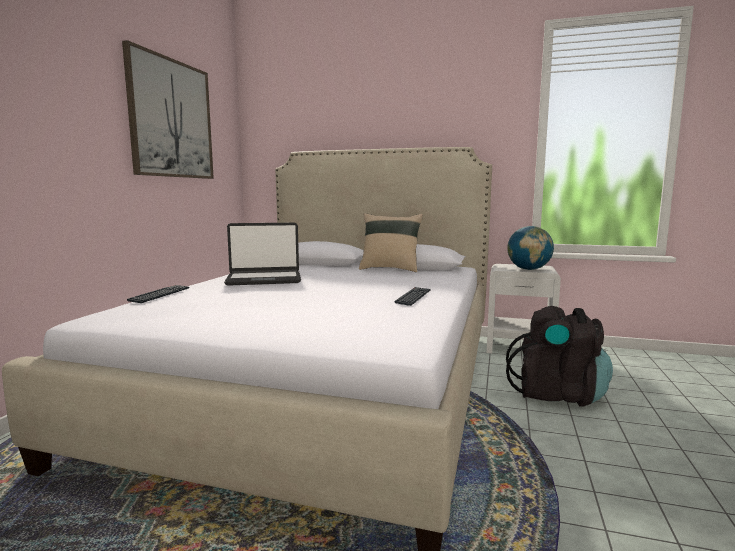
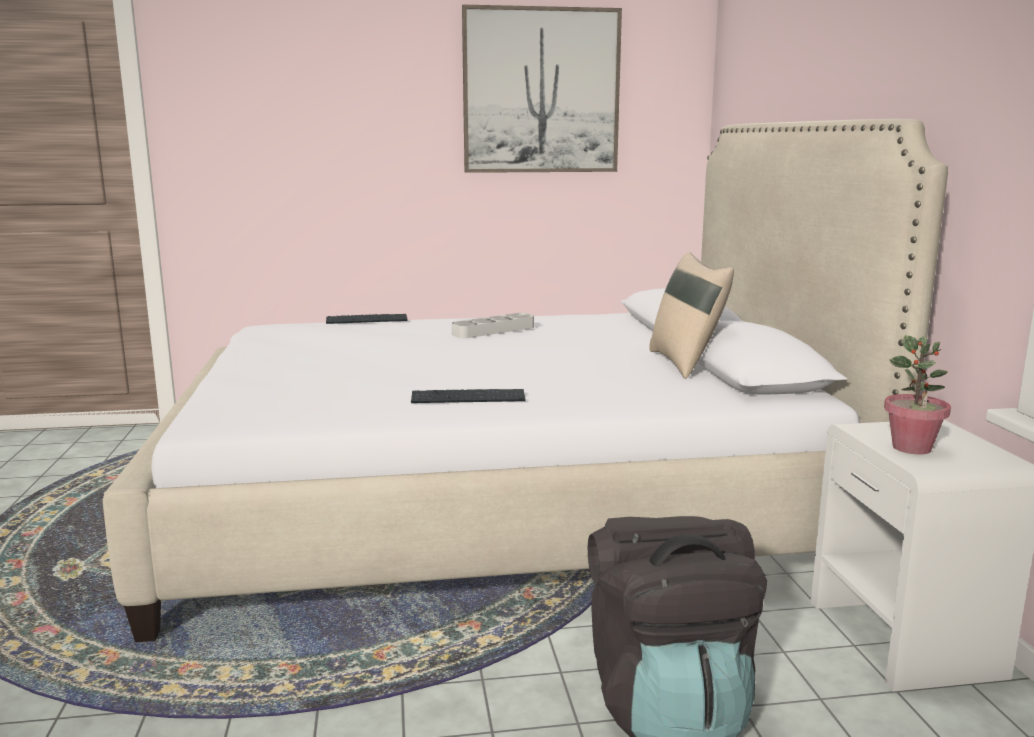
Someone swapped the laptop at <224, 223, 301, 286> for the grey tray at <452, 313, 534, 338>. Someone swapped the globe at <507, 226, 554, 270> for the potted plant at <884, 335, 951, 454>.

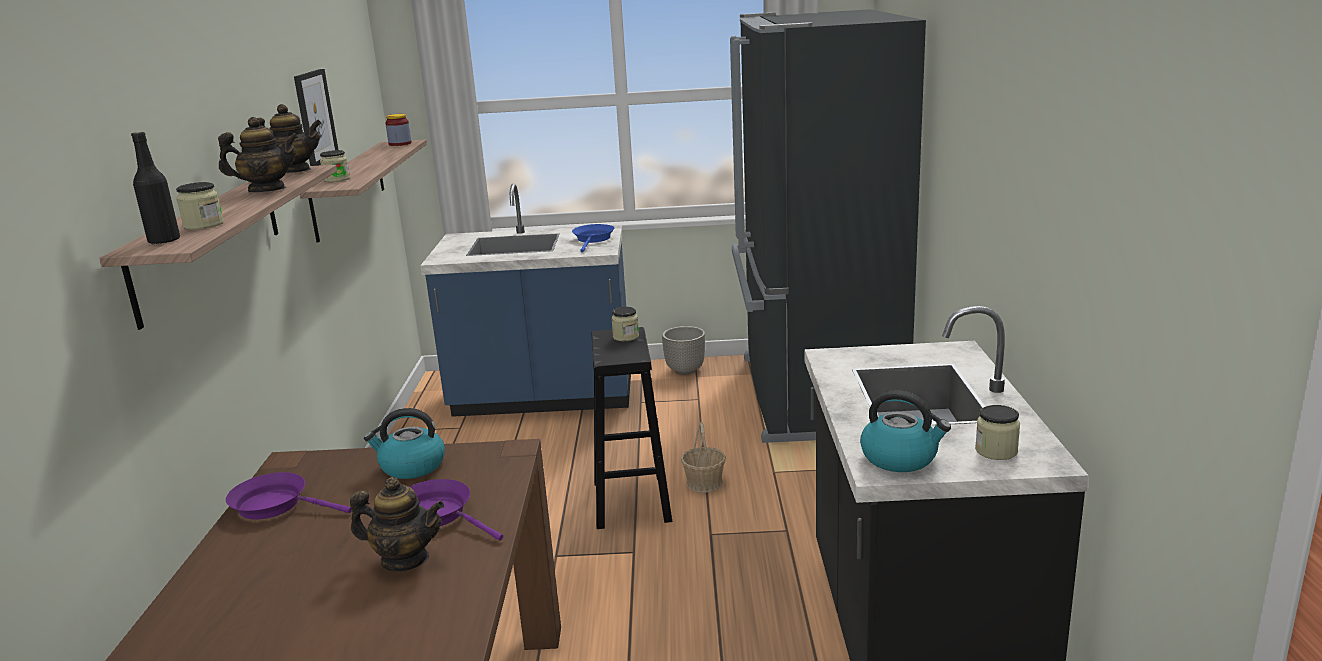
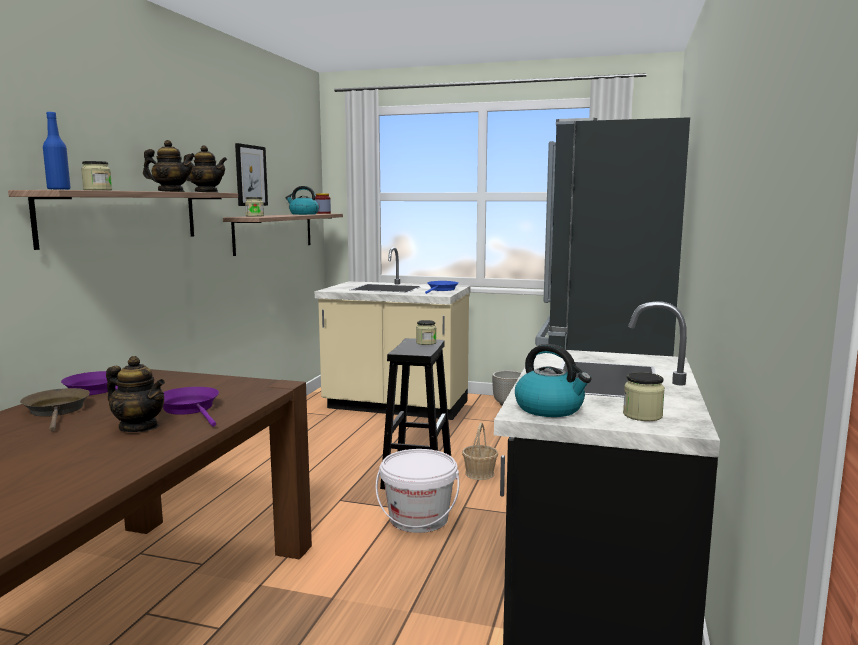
Someone put down the brown frying pan at <20, 388, 90, 432>. Someone put down the white bucket at <376, 449, 459, 533>. Someone carried the kettle from <364, 408, 445, 479> to <285, 186, 319, 215>. Someone repainted the black bottle at <131, 132, 180, 244>, which became the blue bottle at <43, 112, 71, 190>. Someone repainted the blue counter at <420, 184, 631, 417>, which became the beige counter at <315, 247, 470, 420>.

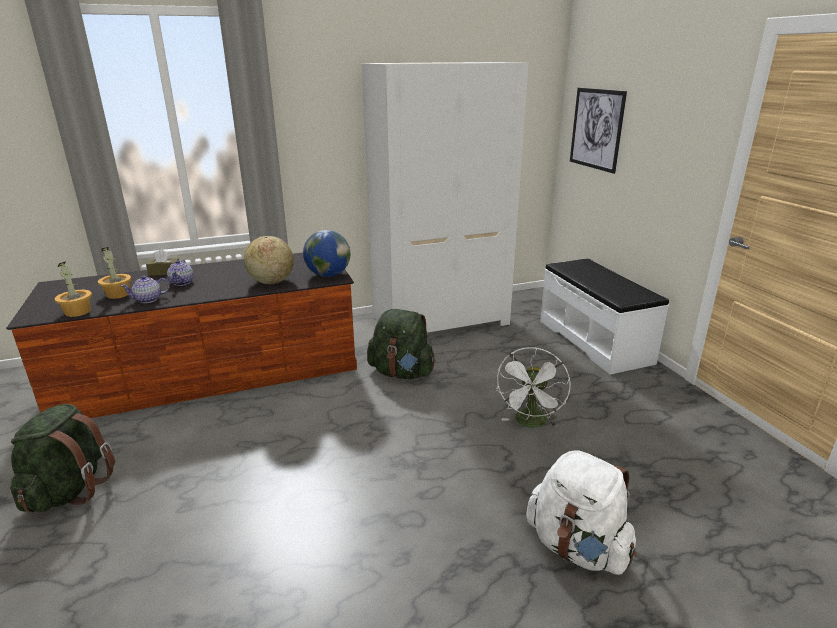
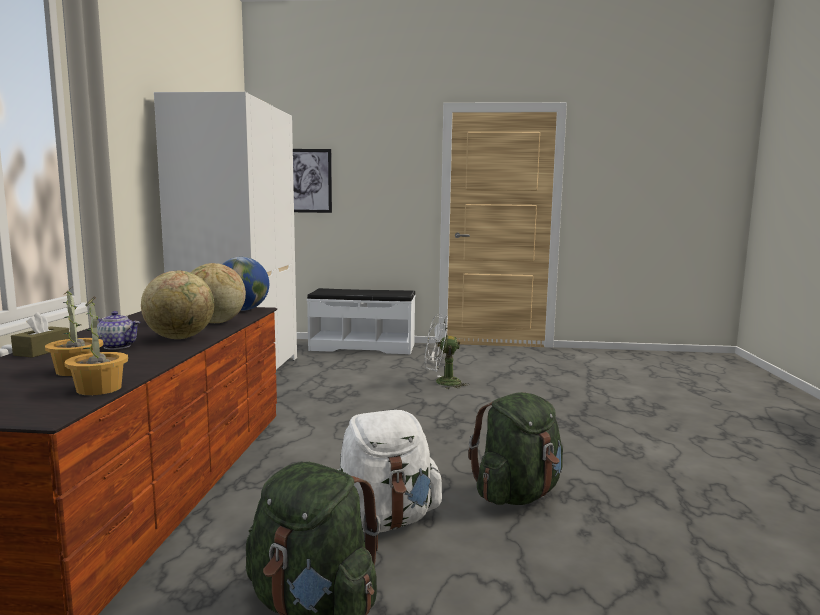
Someone took away the teapot at <121, 276, 169, 303>. Someone put down the globe at <141, 271, 214, 339>. Someone carried the green backpack from <367, 309, 435, 379> to <469, 392, 563, 505>. Someone carried the white backpack from <526, 450, 637, 575> to <338, 410, 442, 533>. Someone rotated the white fan at <496, 347, 571, 428> by 135 degrees clockwise.

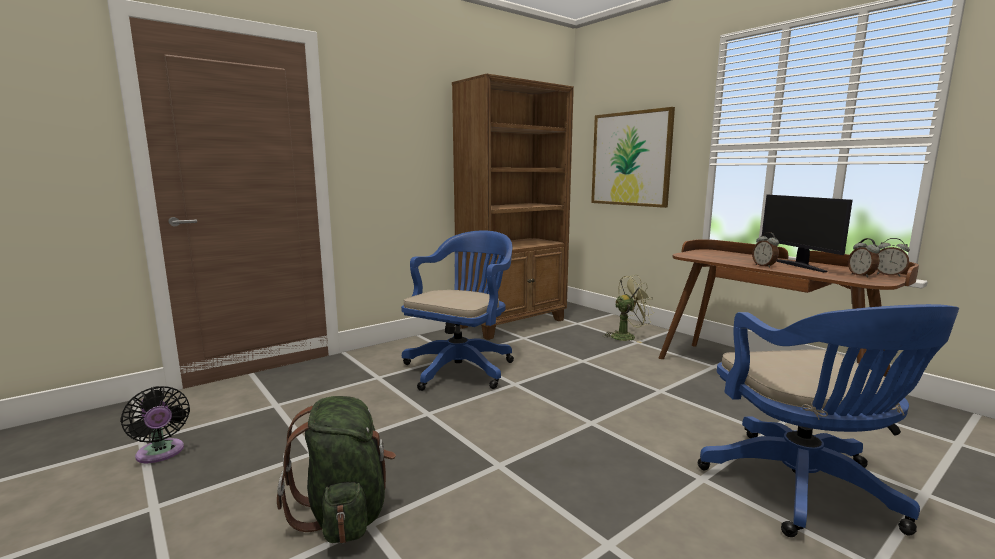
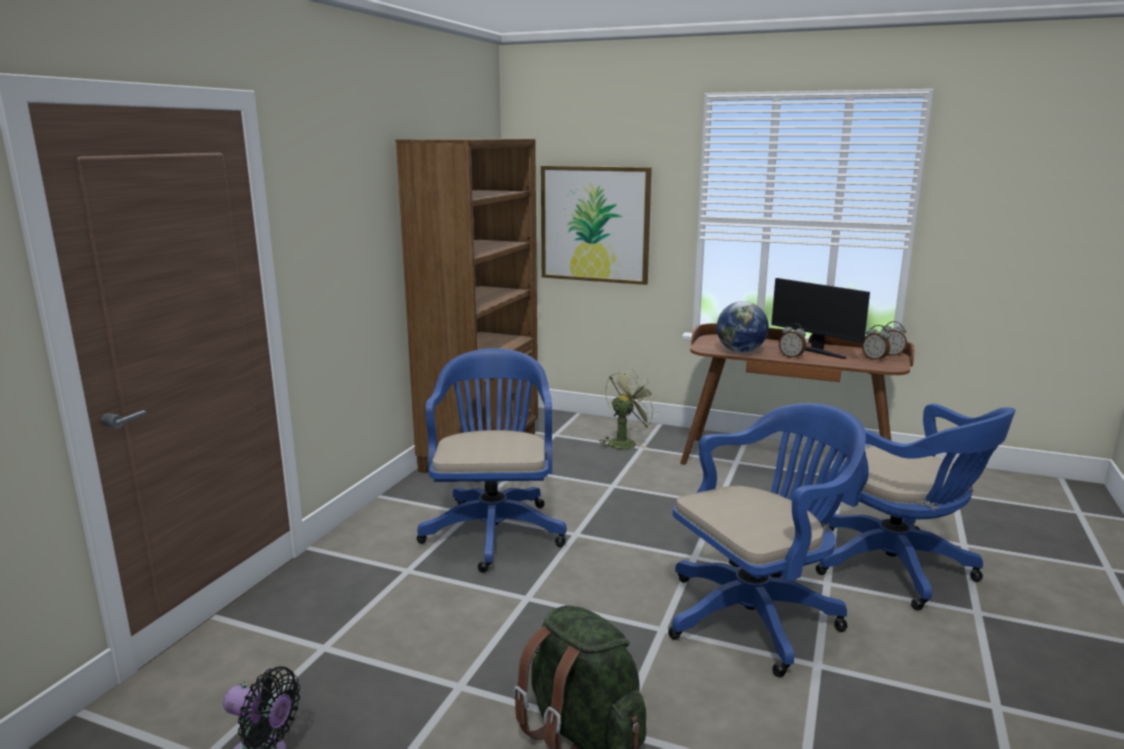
Someone put down the blue office chair at <668, 403, 866, 677>. Someone put down the globe at <717, 301, 769, 353>.

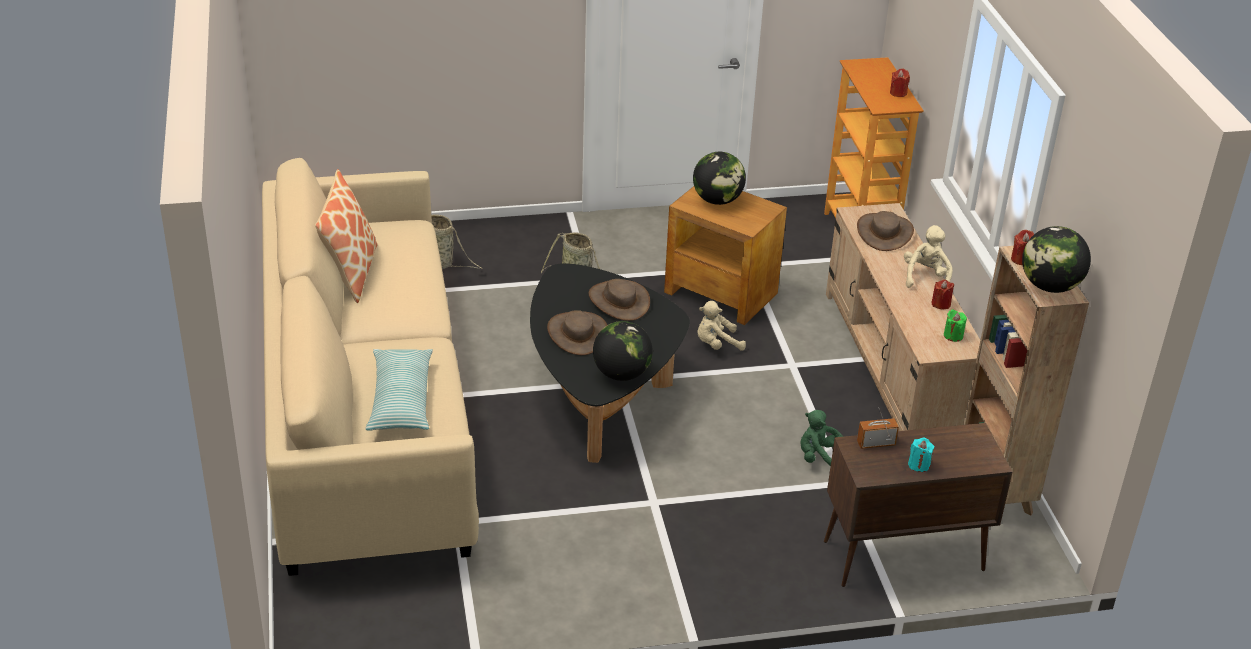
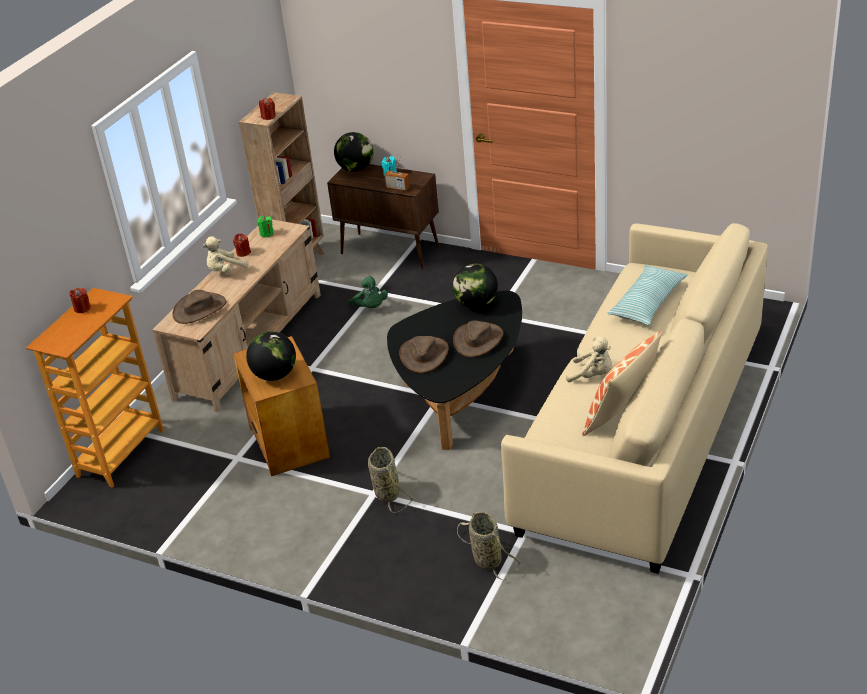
Someone carried the beige plush toy from <697, 301, 746, 350> to <566, 336, 612, 382>. Someone carried the globe from <1022, 226, 1091, 293> to <334, 132, 373, 172>.

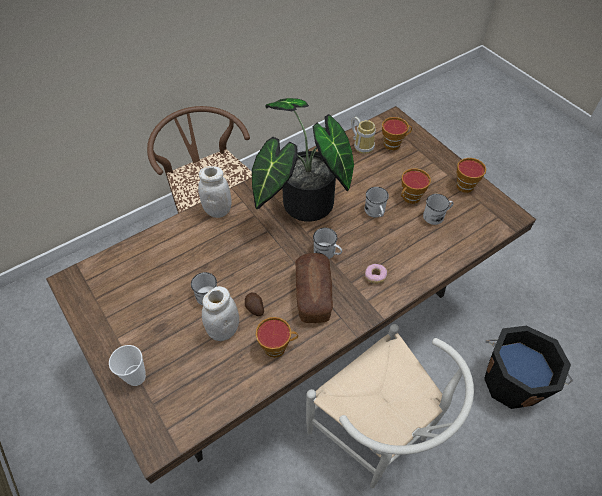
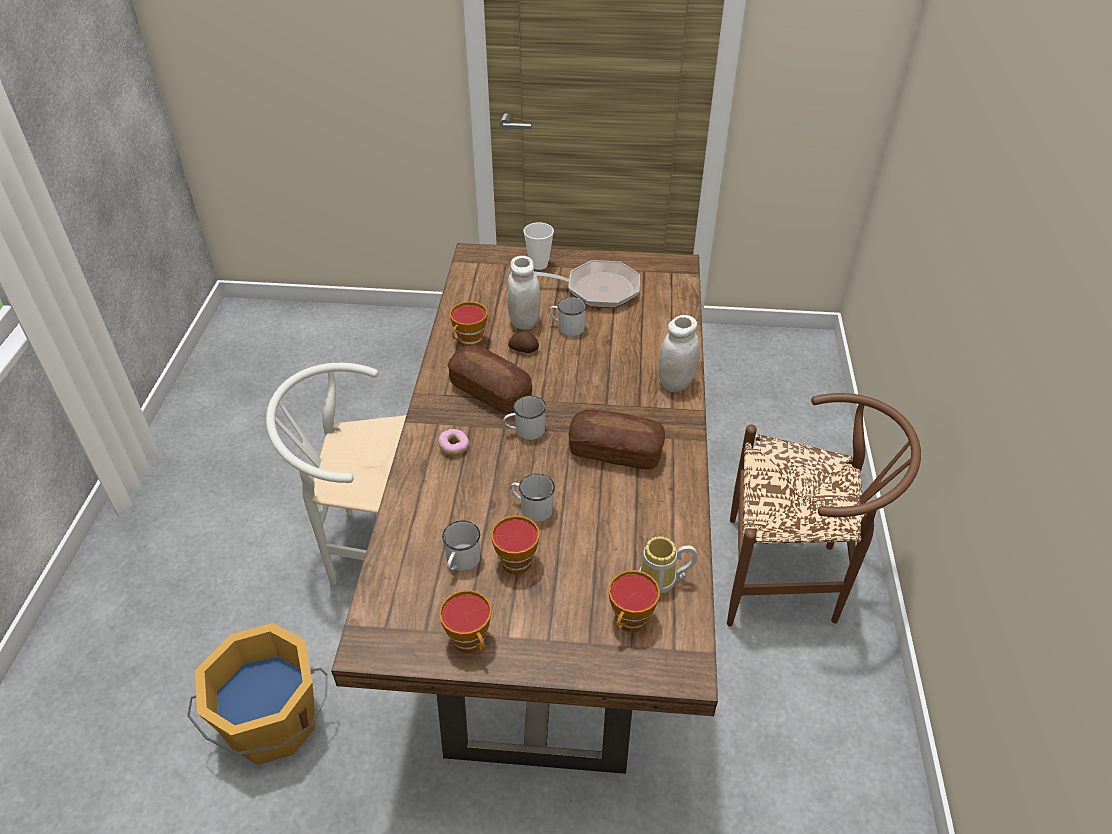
Someone put down the frying pan at <533, 260, 640, 308>. Someone swapped the potted plant at <252, 98, 354, 222> for the bread at <569, 409, 665, 469>. Someone repainted the black bucket at <484, 326, 573, 409>, which became the orange bucket at <187, 623, 328, 765>.

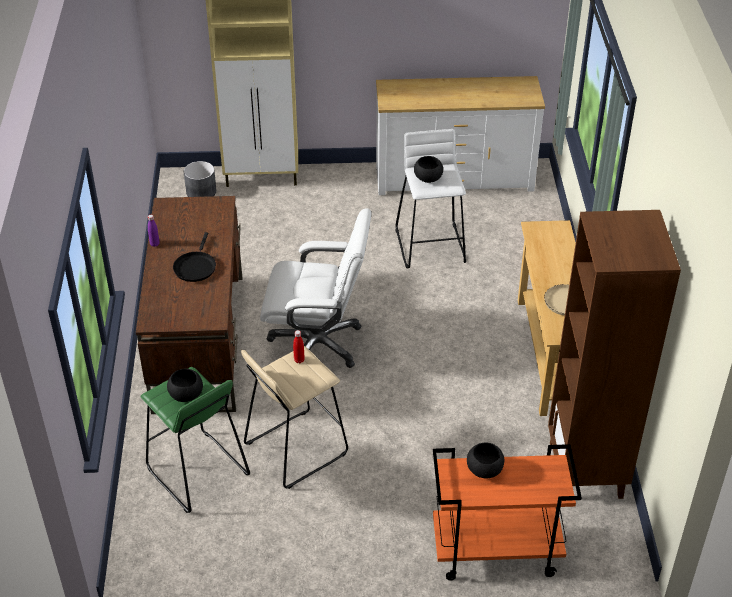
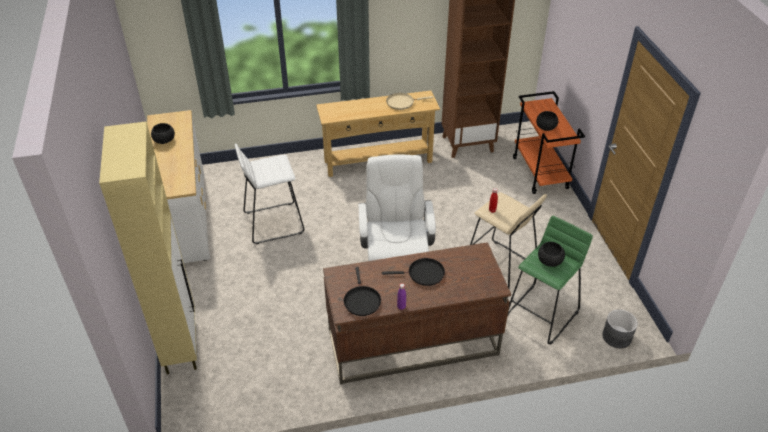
Someone put down the black frying pan at <344, 267, 381, 316>. Someone carried the grey planter from <184, 161, 216, 197> to <602, 309, 638, 348>. Someone carried the black bowl from <414, 156, 443, 183> to <151, 123, 175, 144>.

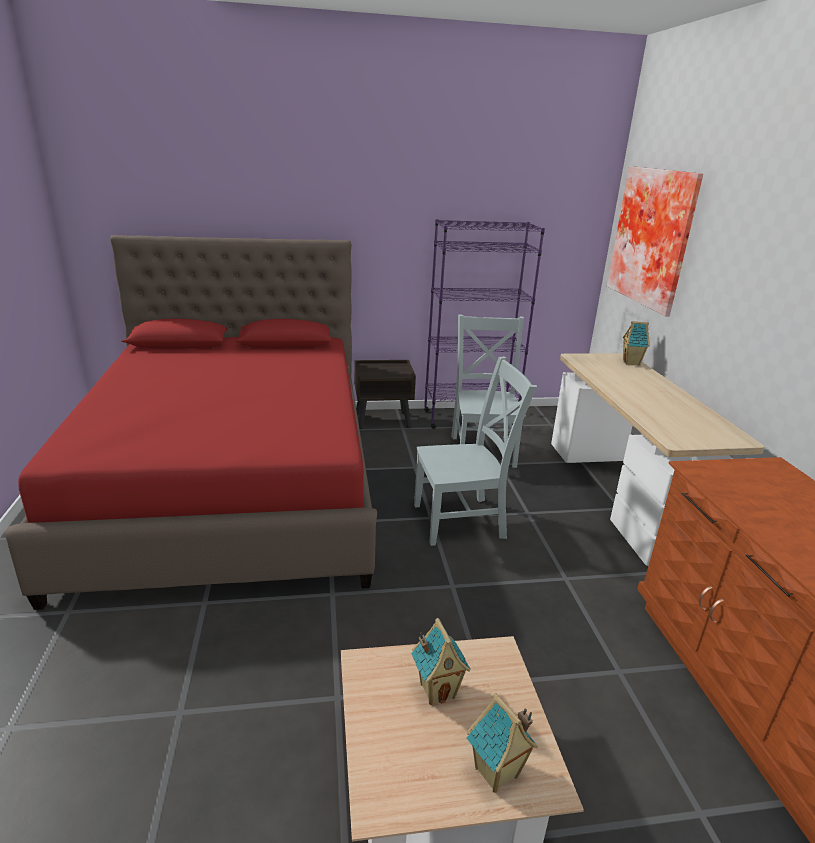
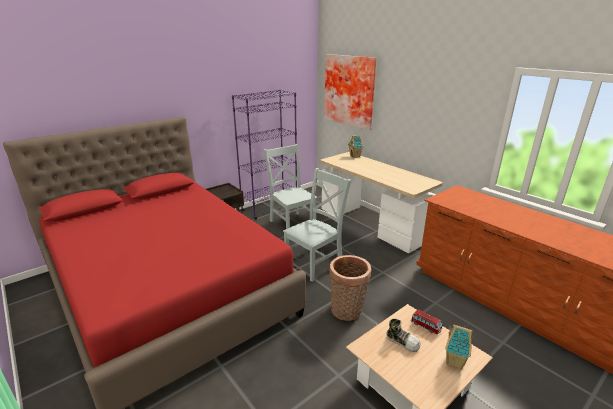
Someone put down the basket at <329, 255, 371, 321>. Someone put down the toy car at <411, 309, 443, 335>. Someone swapped the toy house at <411, 618, 471, 705> for the shoe at <387, 319, 421, 352>.

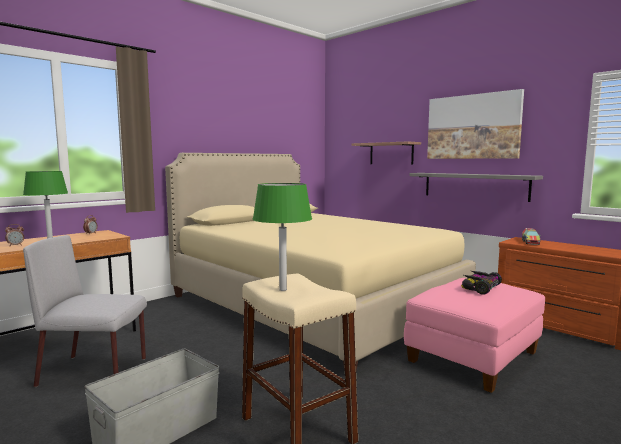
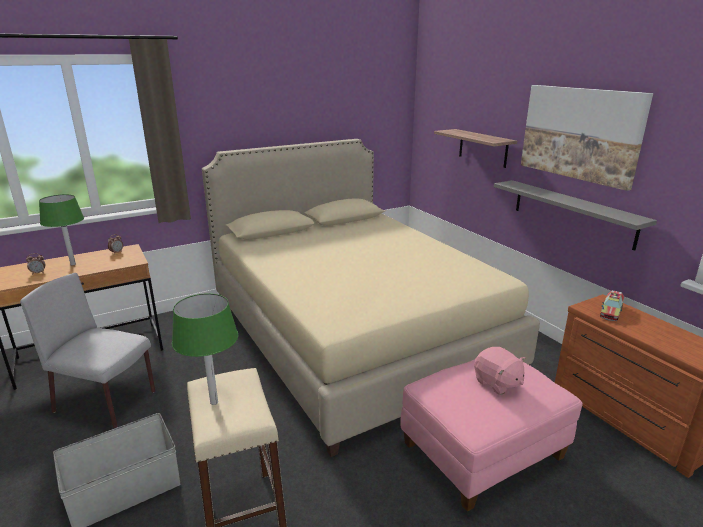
Someone swapped the toy car at <461, 271, 502, 295> for the pink plush toy at <474, 347, 526, 395>.

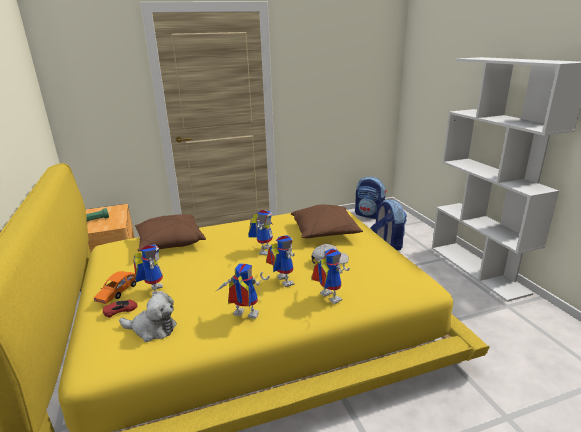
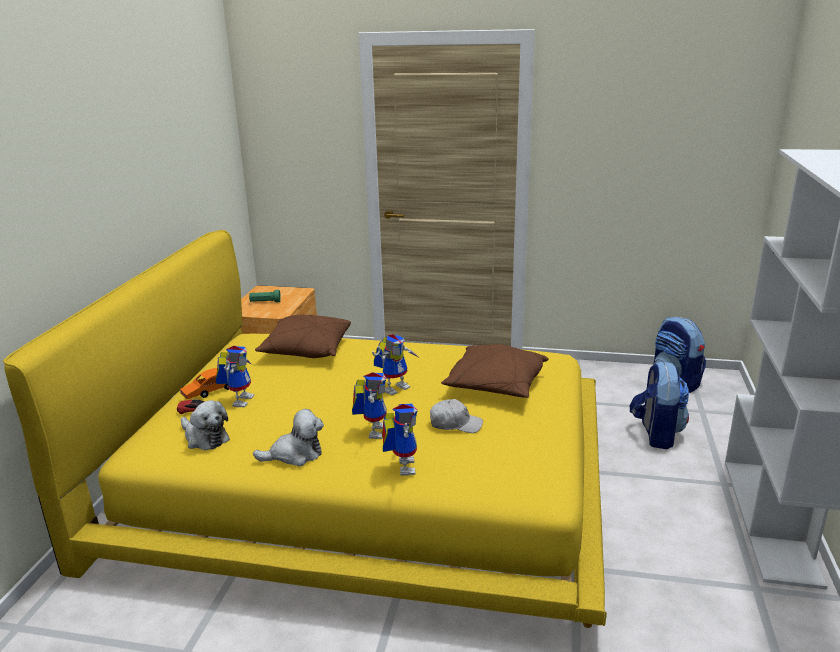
Someone swapped the toy robot at <215, 264, 270, 319> for the plush toy at <253, 409, 324, 466>.

